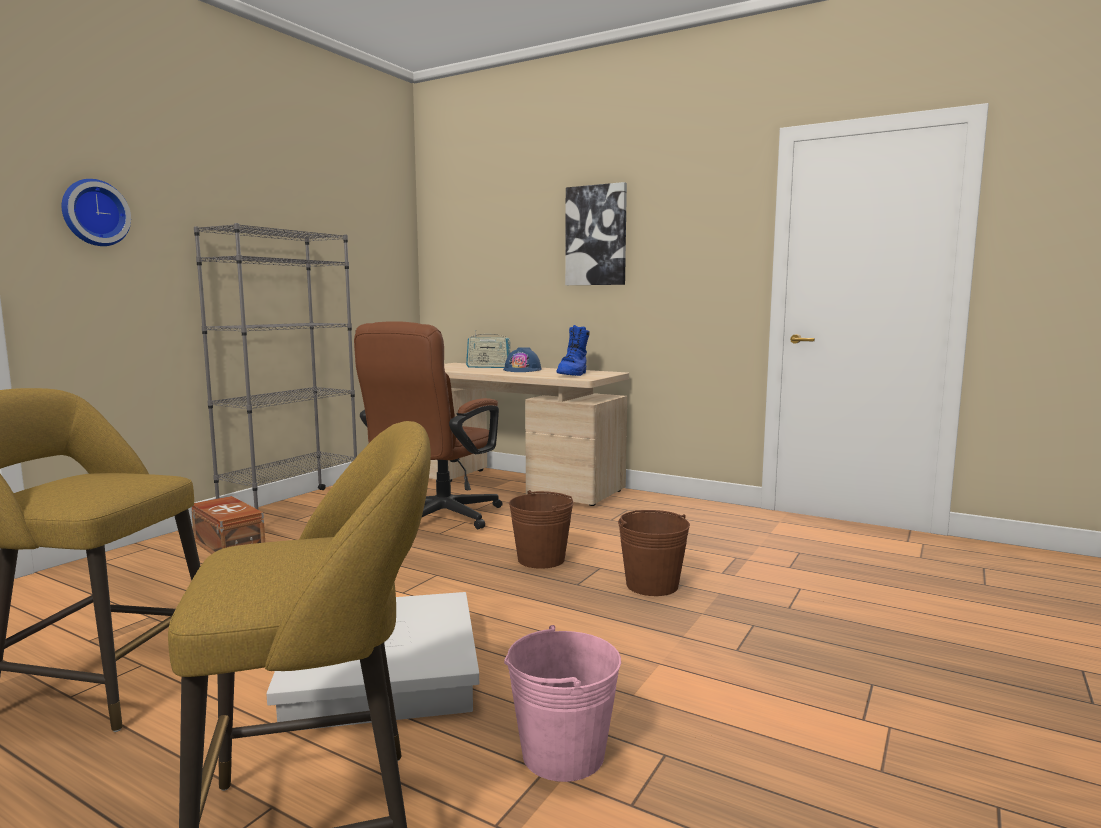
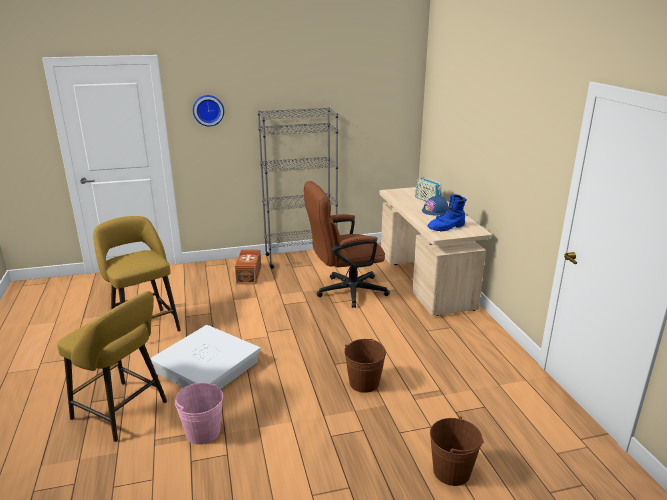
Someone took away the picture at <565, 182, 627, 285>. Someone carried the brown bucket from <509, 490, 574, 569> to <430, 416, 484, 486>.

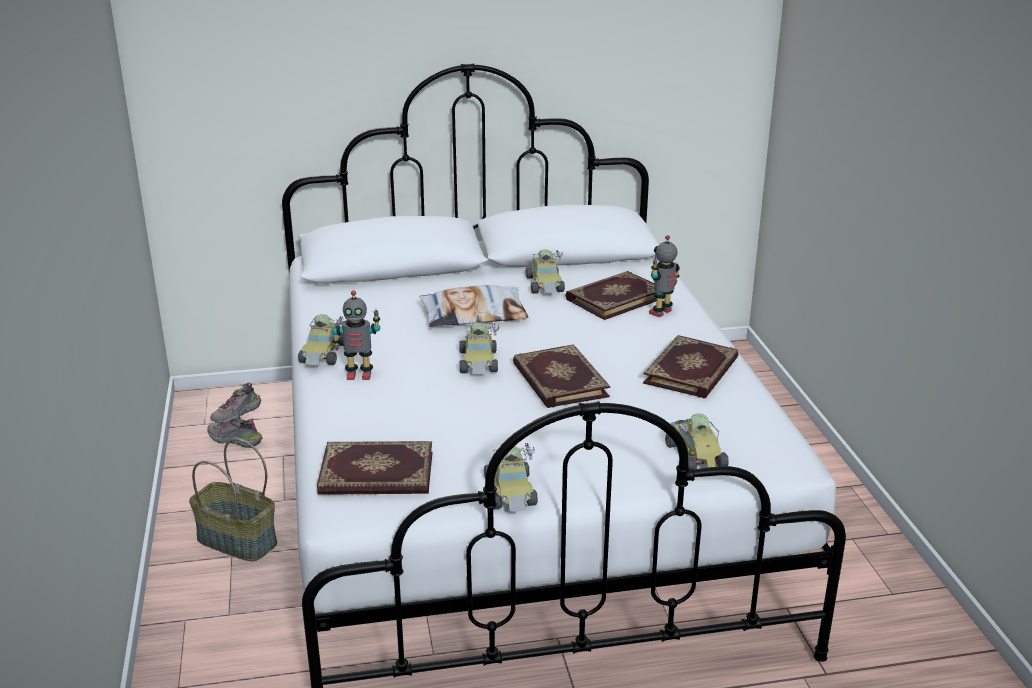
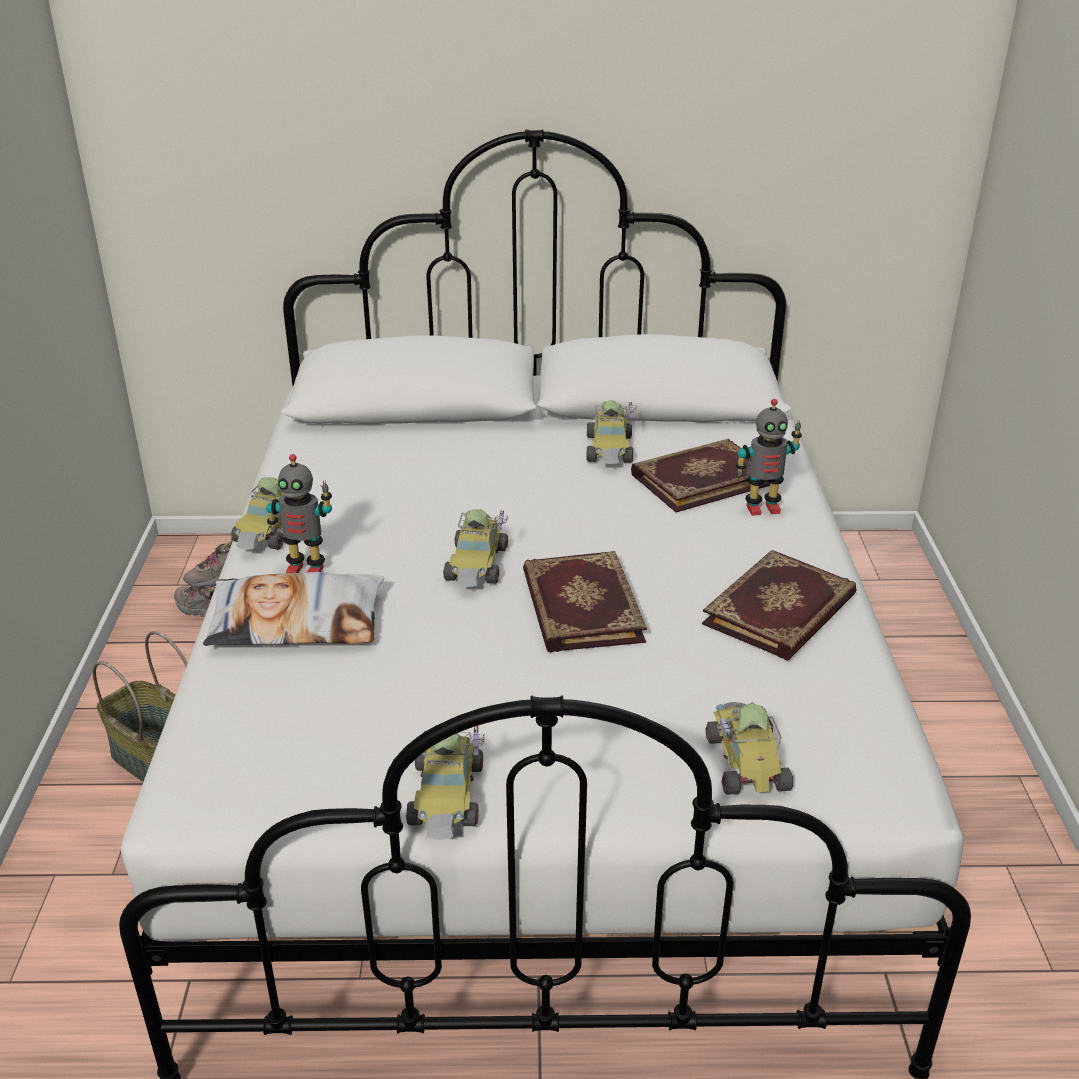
Someone took away the book at <317, 441, 433, 495>. Someone carried the pillow from <419, 285, 528, 327> to <203, 572, 384, 646>. Someone rotated the toy robot at <649, 235, 680, 318> by 150 degrees counterclockwise.

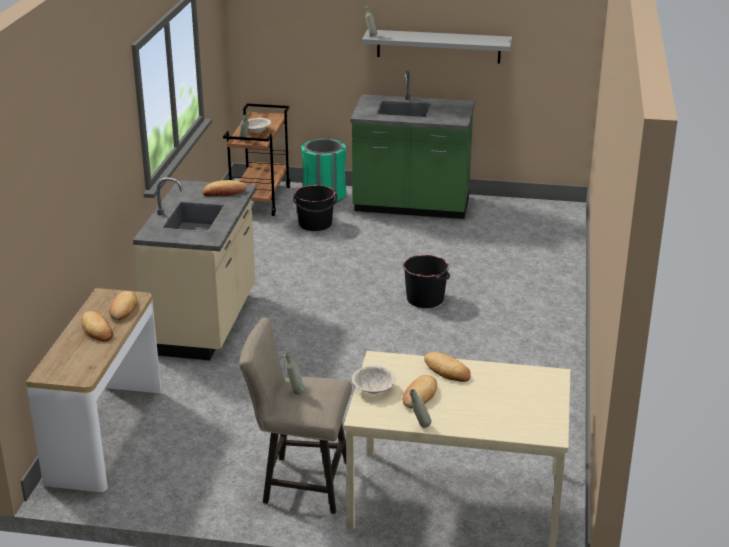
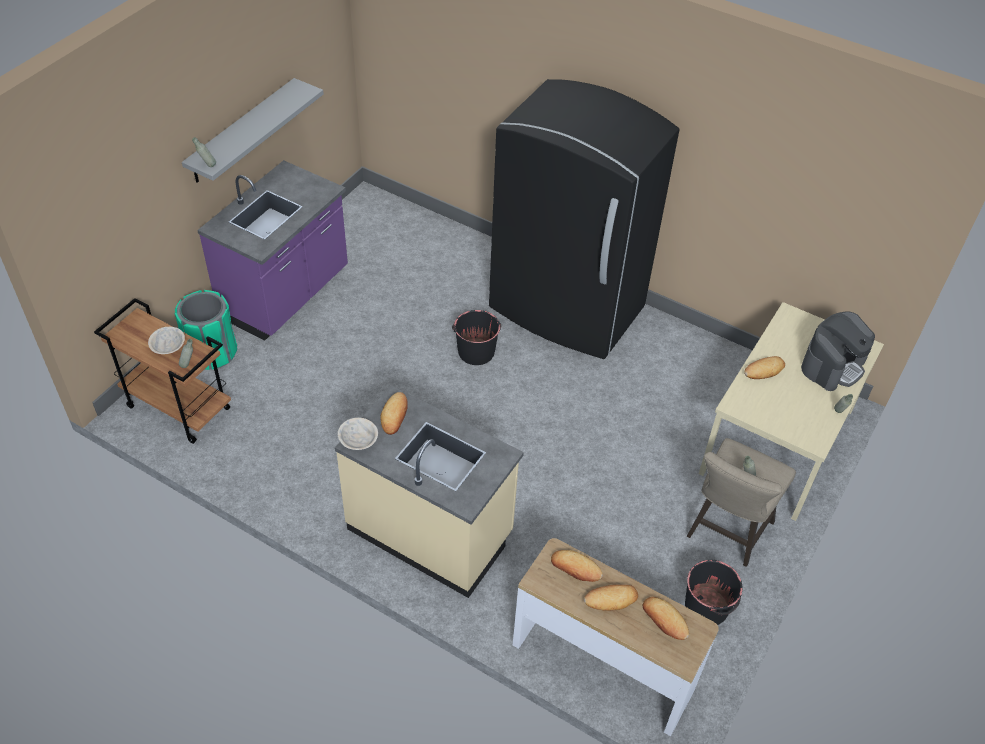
Someone put down the black fridge at <489, 79, 679, 359>. Someone put down the coffee machine at <801, 311, 875, 391>. Someone carried the black bucket from <293, 185, 337, 231> to <685, 560, 743, 625>. Someone carried the beige bowl from <352, 366, 395, 394> to <338, 418, 378, 450>. Someone carried the bread from <403, 375, 437, 408> to <643, 597, 689, 640>. Someone repainted the green counter at <350, 70, 475, 219>, which became the purple counter at <197, 160, 348, 341>.

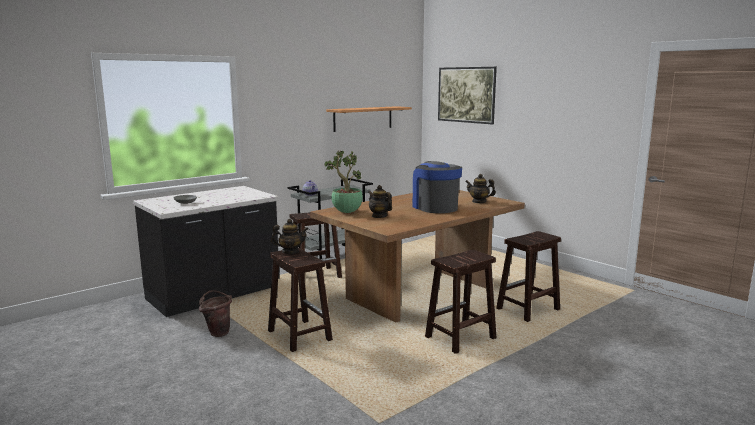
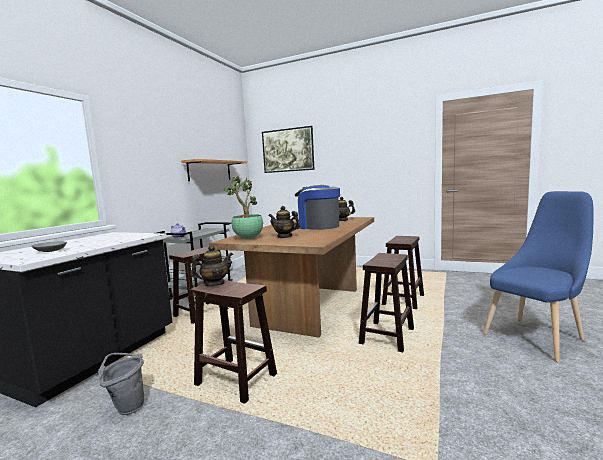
Someone put down the blue chair at <483, 191, 594, 362>. Someone repainted the brown bucket at <199, 290, 232, 337>, which became the grey bucket at <98, 353, 144, 415>.

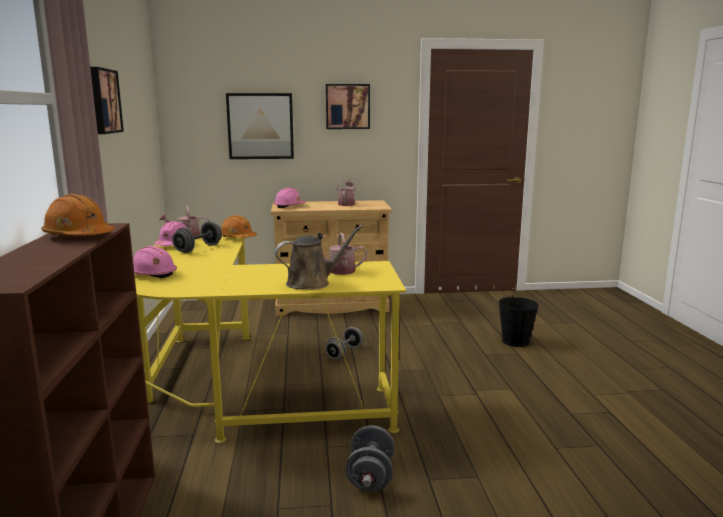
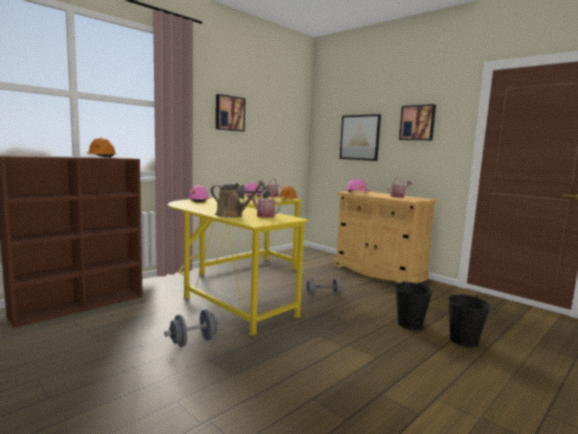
Someone put down the black bucket at <395, 282, 433, 330>.

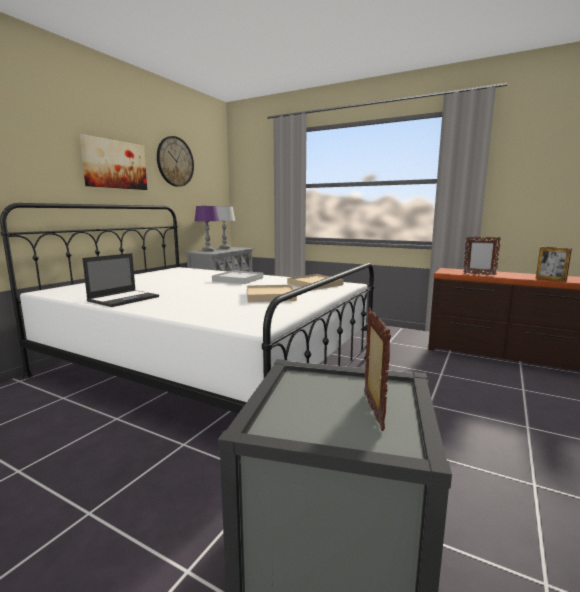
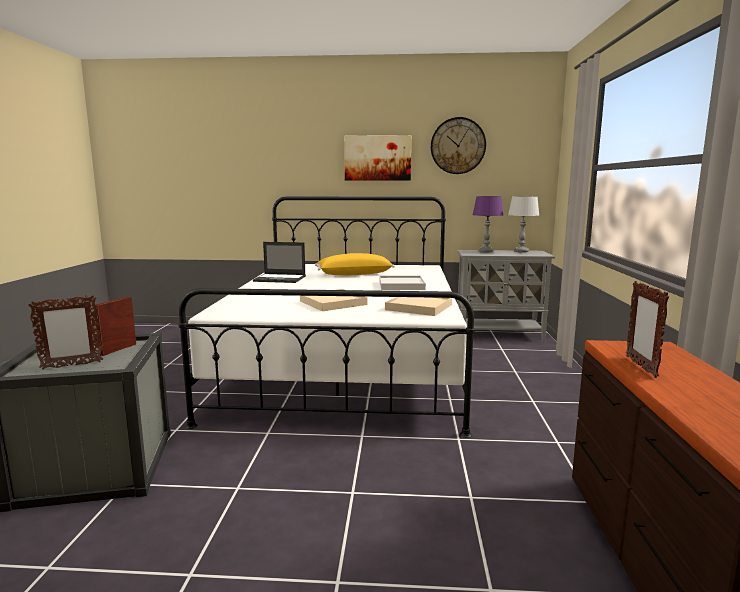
Someone put down the yellow pillow at <315, 253, 395, 275>. Someone carried the picture frame from <536, 247, 572, 282> to <94, 297, 136, 356>.

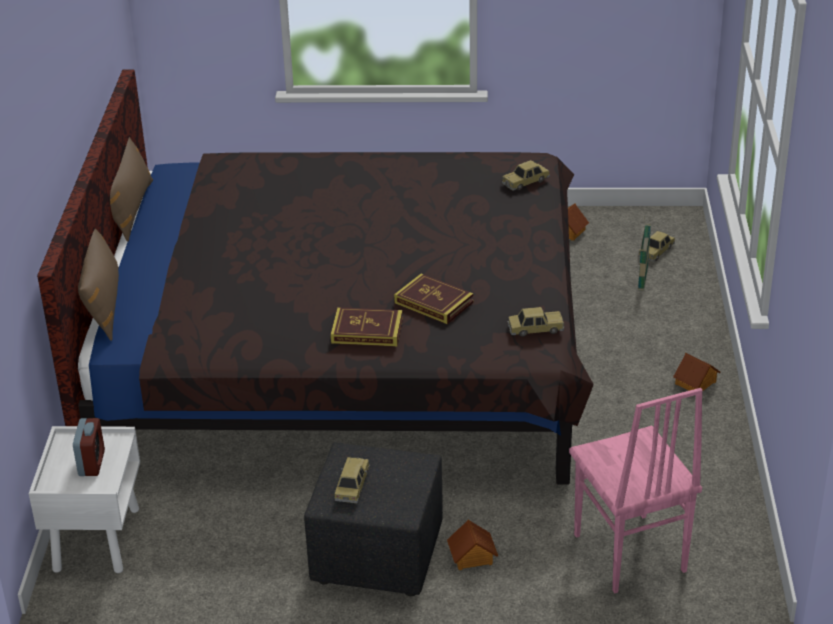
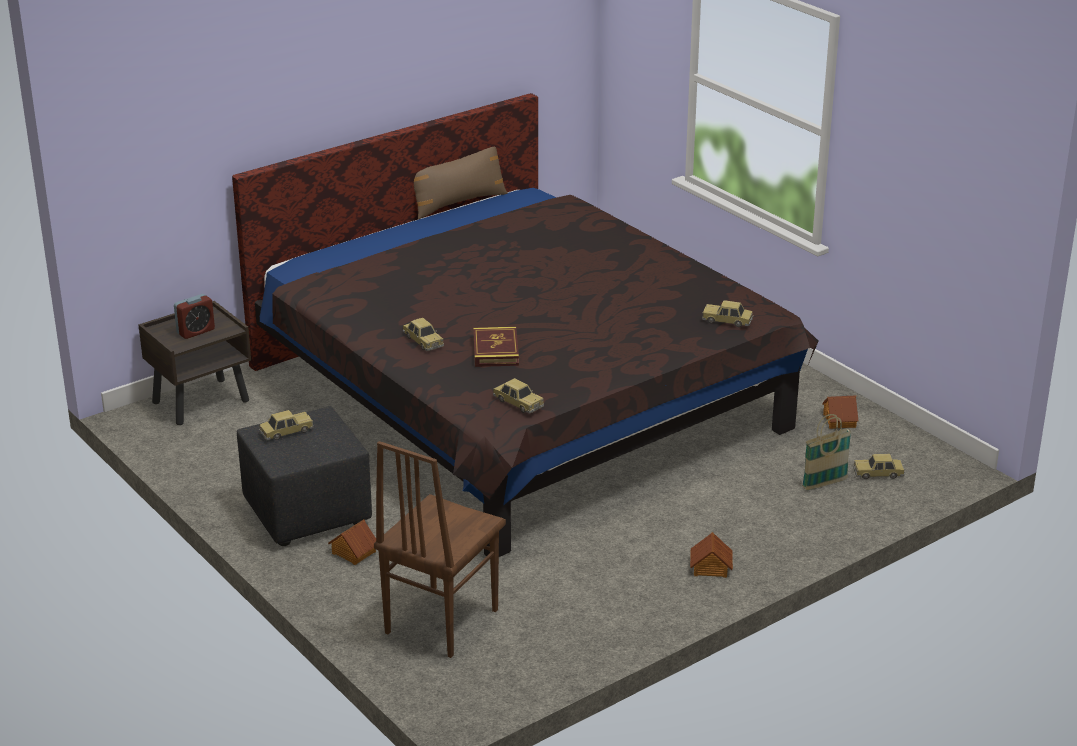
Someone took away the brown pillow at <78, 229, 119, 341>. Someone swapped the book at <331, 307, 403, 346> for the toy car at <403, 318, 444, 351>. Someone repainted the white nightstand at <29, 426, 140, 573>, which became the brown nightstand at <138, 301, 251, 425>. Someone repainted the pink chair at <569, 388, 703, 593>, which became the brown chair at <374, 441, 506, 658>.

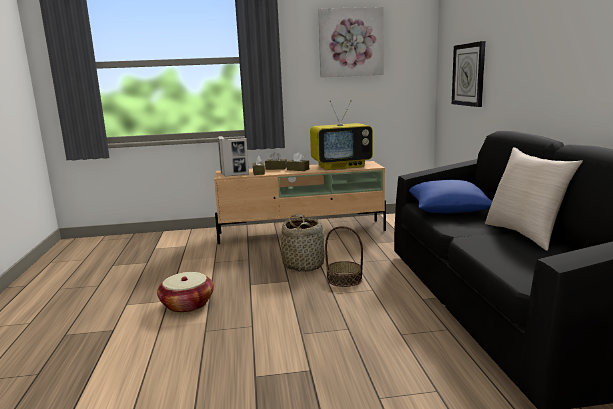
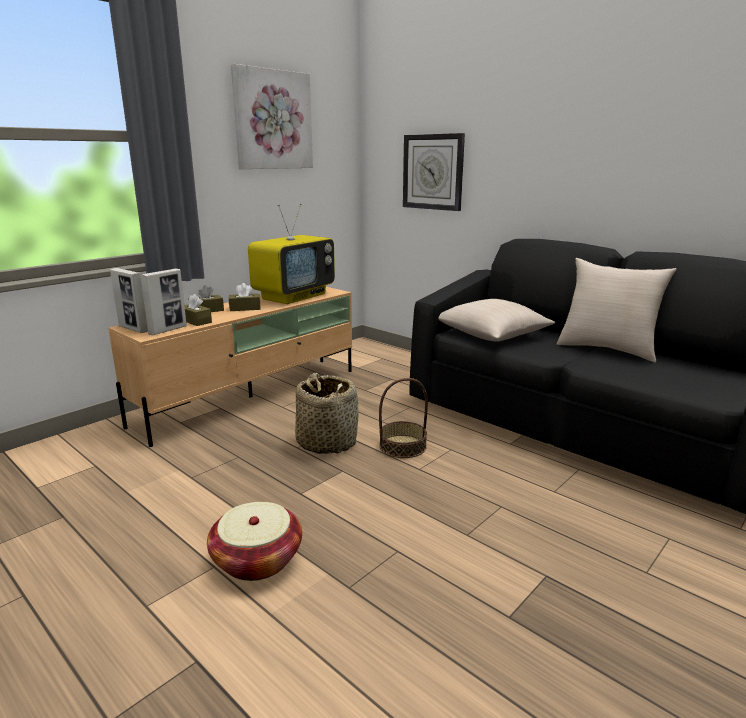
Someone repainted the blue pillow at <409, 180, 492, 213>, which became the beige pillow at <438, 299, 555, 342>.

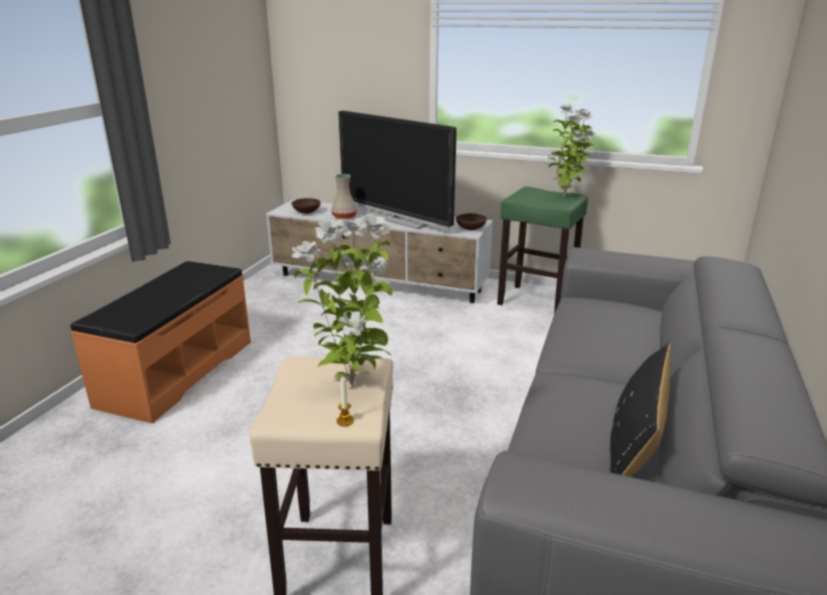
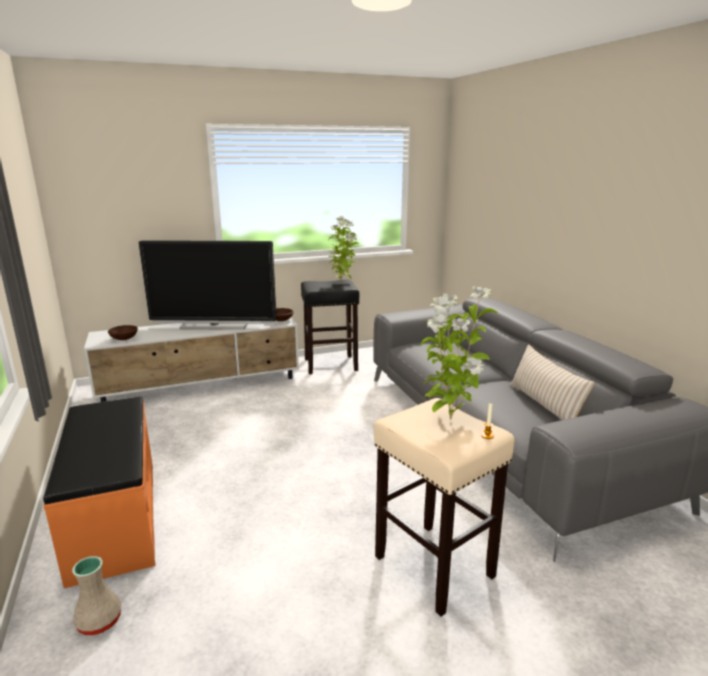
Someone carried the beige vase from <331, 174, 357, 219> to <72, 556, 121, 635>. Someone repainted the green stool at <497, 187, 588, 314>, which became the black stool at <301, 280, 359, 374>. Someone repainted the black pillow at <610, 343, 671, 477>, which became the beige pillow at <510, 344, 595, 420>.

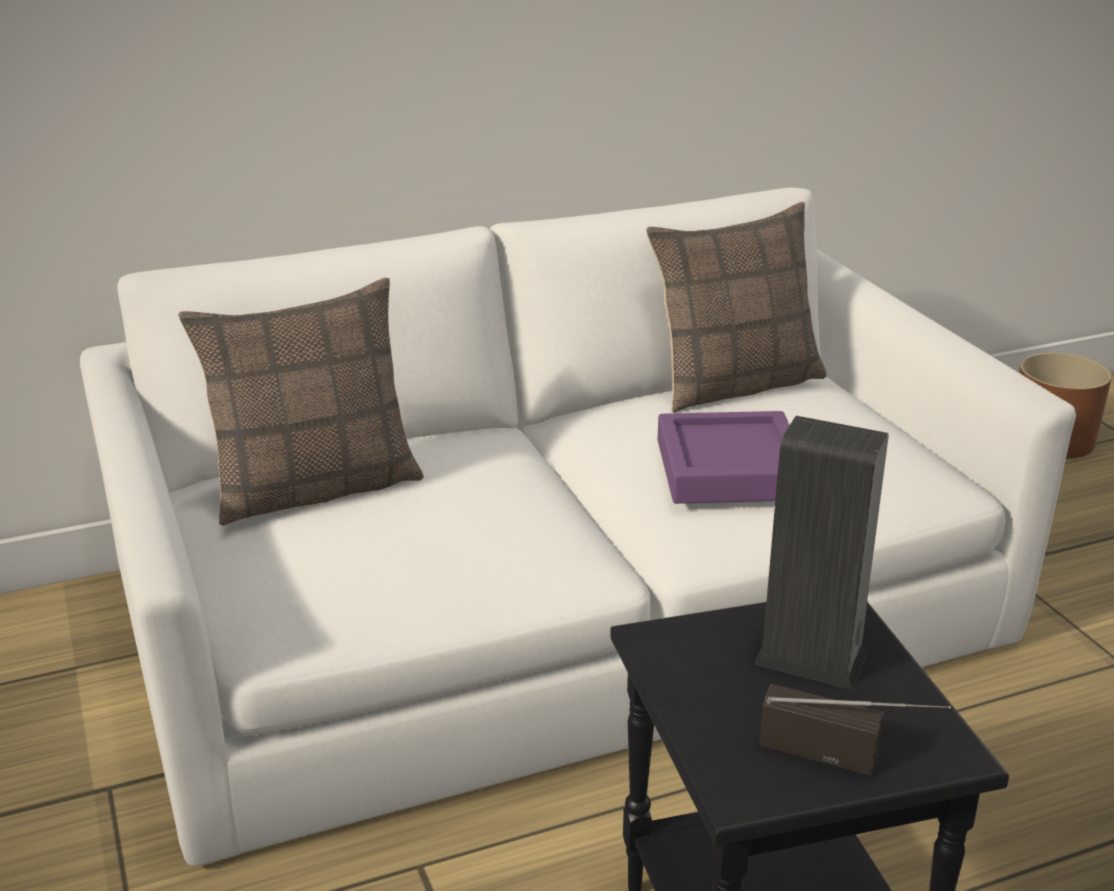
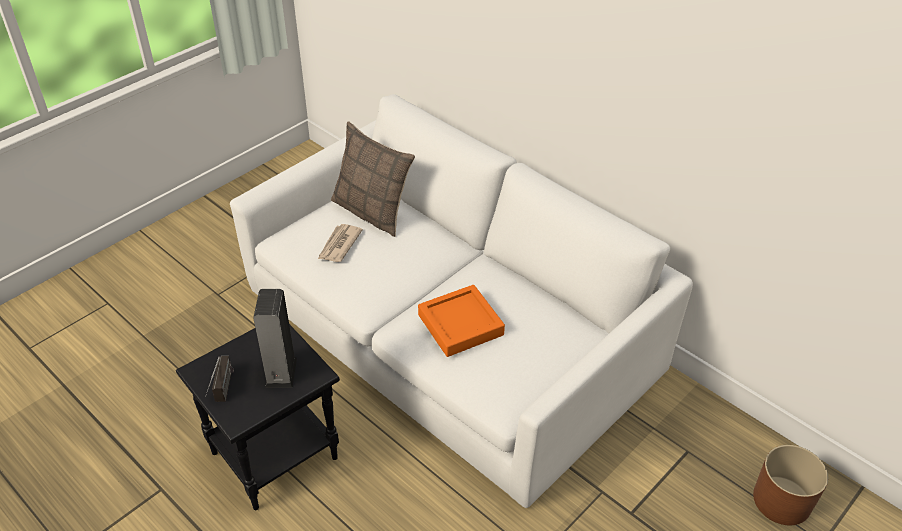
Someone took away the pillow at <646, 202, 827, 413>. Someone put down the newspaper at <318, 224, 363, 262>. Someone repainted the purple tray at <657, 411, 789, 504>, which became the orange tray at <418, 285, 505, 357>.

